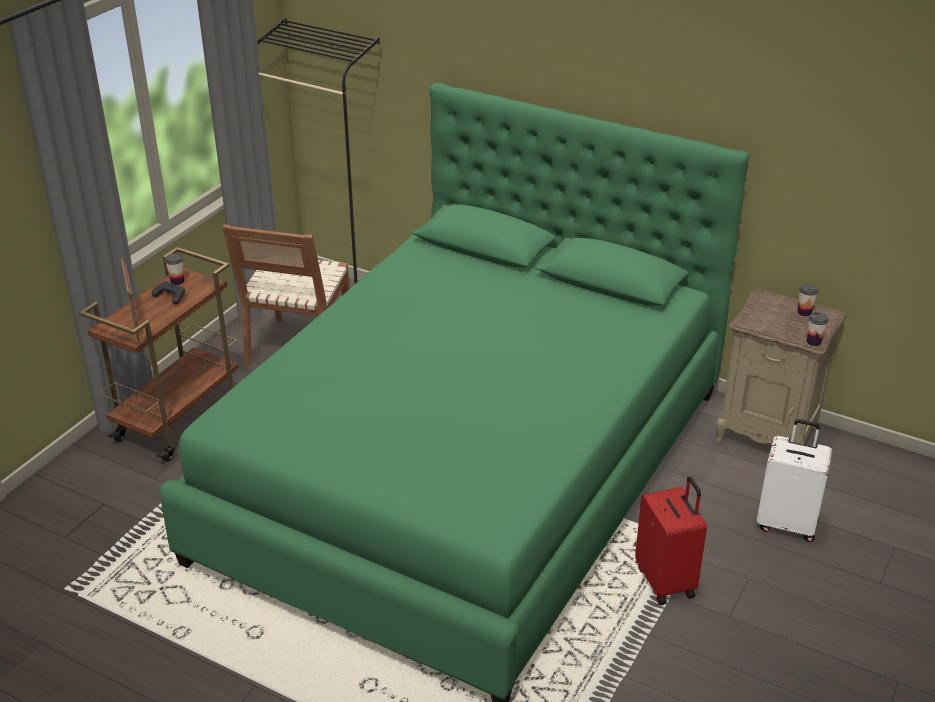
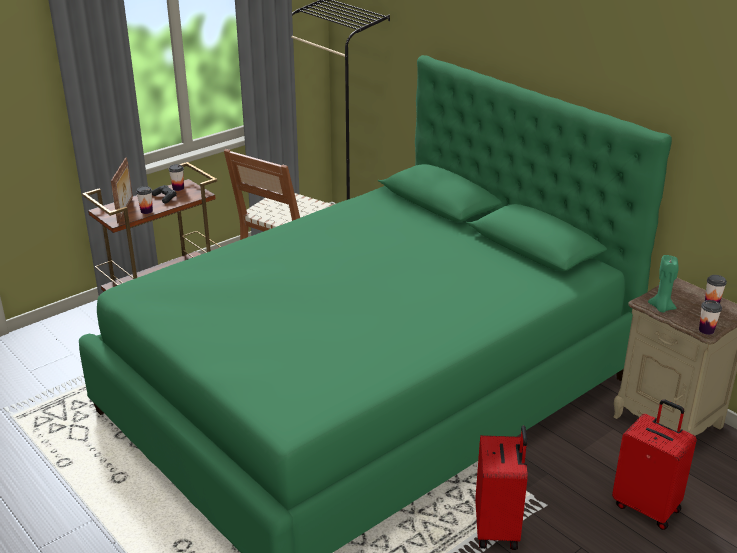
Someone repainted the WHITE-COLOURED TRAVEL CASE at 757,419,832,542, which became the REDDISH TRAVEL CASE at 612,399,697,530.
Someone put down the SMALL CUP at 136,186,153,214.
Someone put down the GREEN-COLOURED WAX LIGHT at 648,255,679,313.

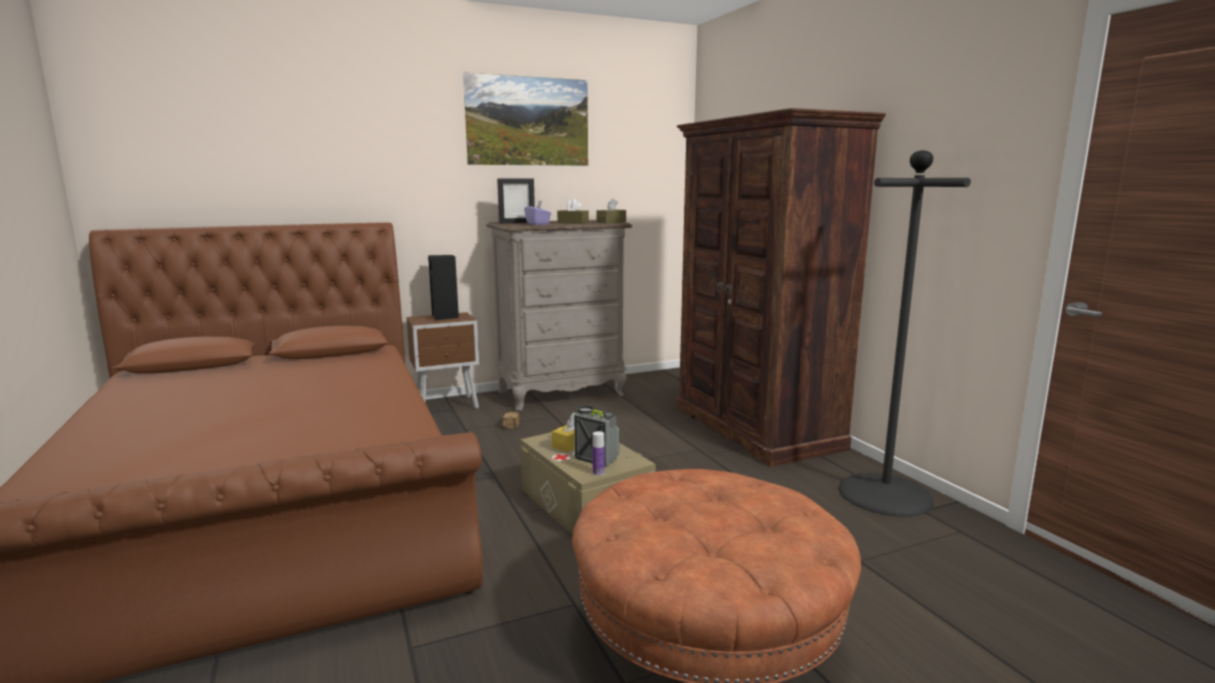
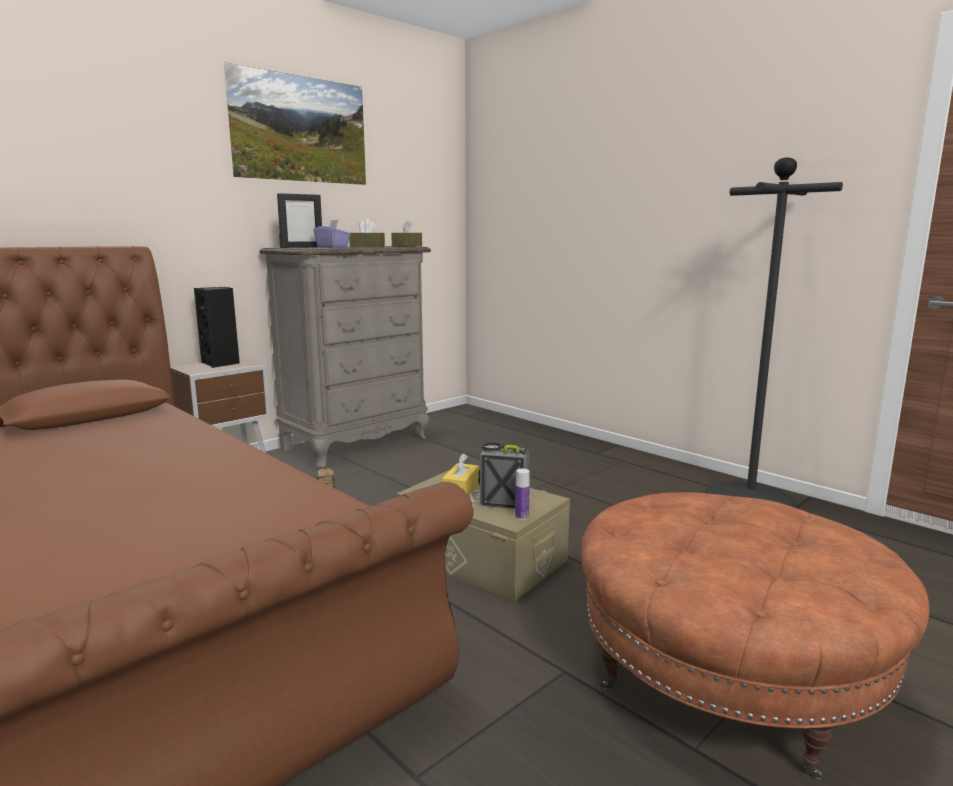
Someone took away the BROWN-COLOURED ARMOIRE at 676,108,886,467.

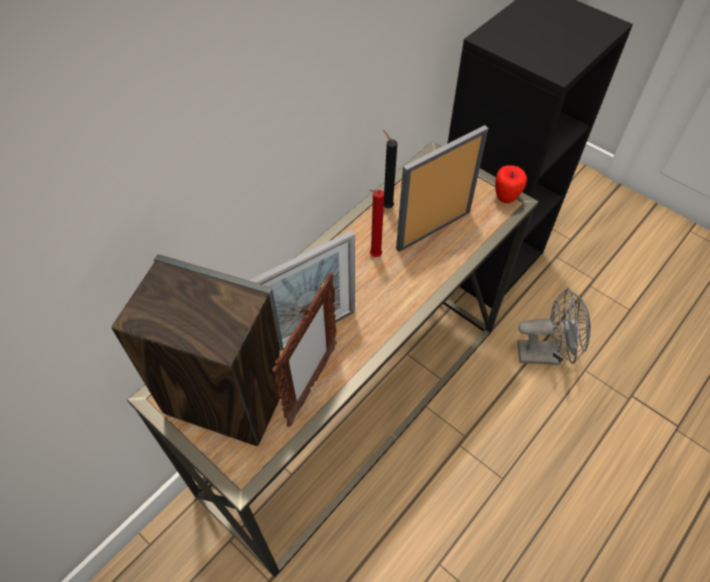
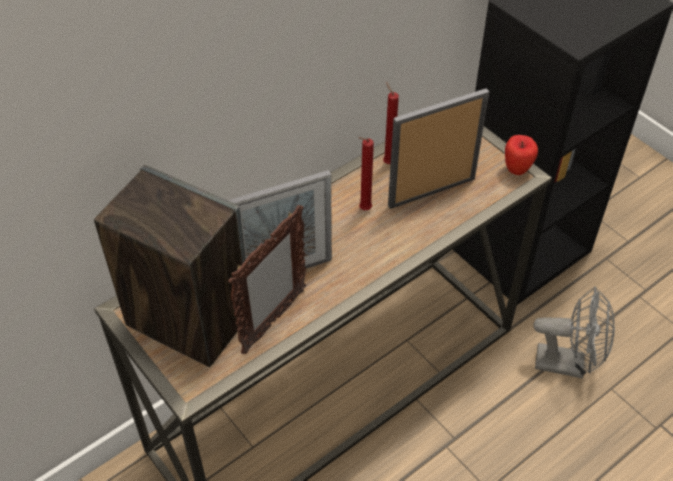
Someone repainted the BLACKISH WAX LIGHT at 383,130,397,208, which became the REDDISH WAX LIGHT at 383,82,399,164.

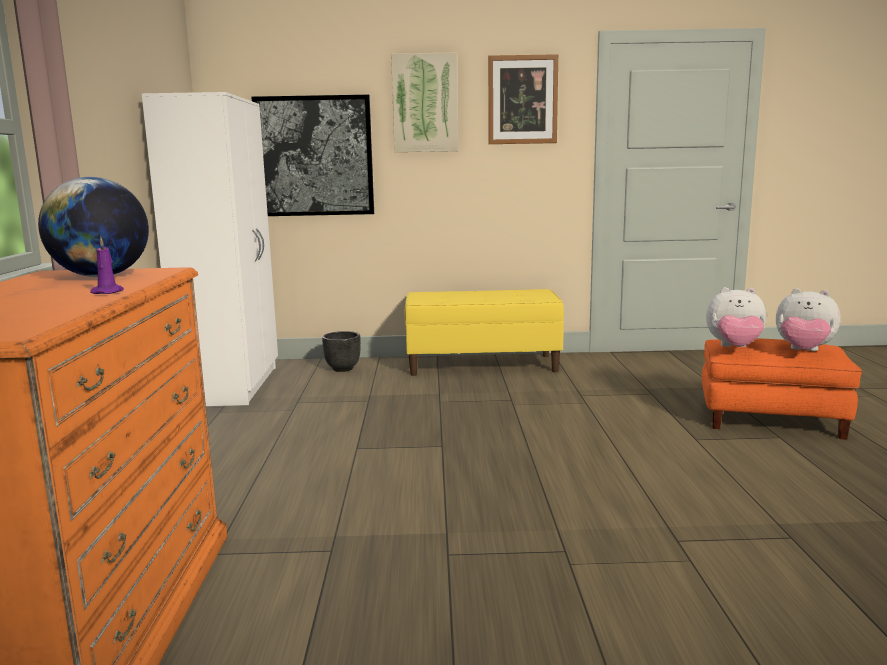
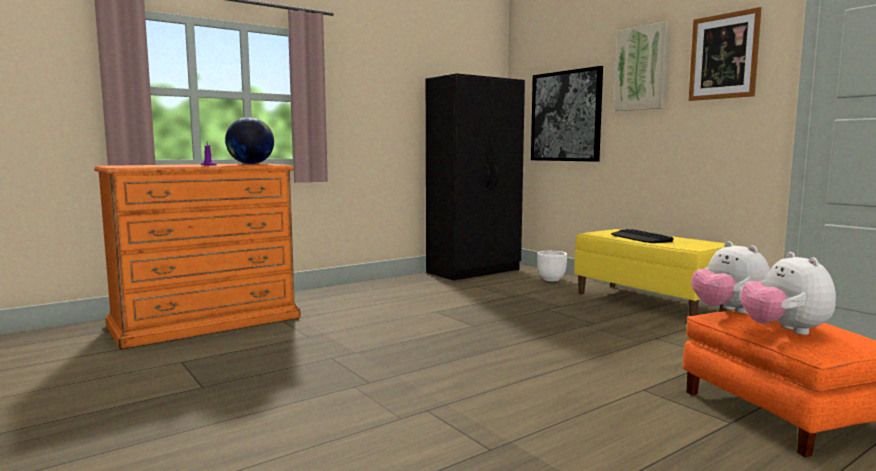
Someone repainted the WHITE-COLOURED ARMOIRE at 142,92,278,406, which became the BLACKISH ARMOIRE at 426,73,525,281.
Someone repainted the BLACKISH PLANTER at 322,331,361,372, which became the WHITE-COLOURED PLANTER at 537,251,567,281.
Someone put down the COMPUTER KEYBOARD at 611,229,674,243.

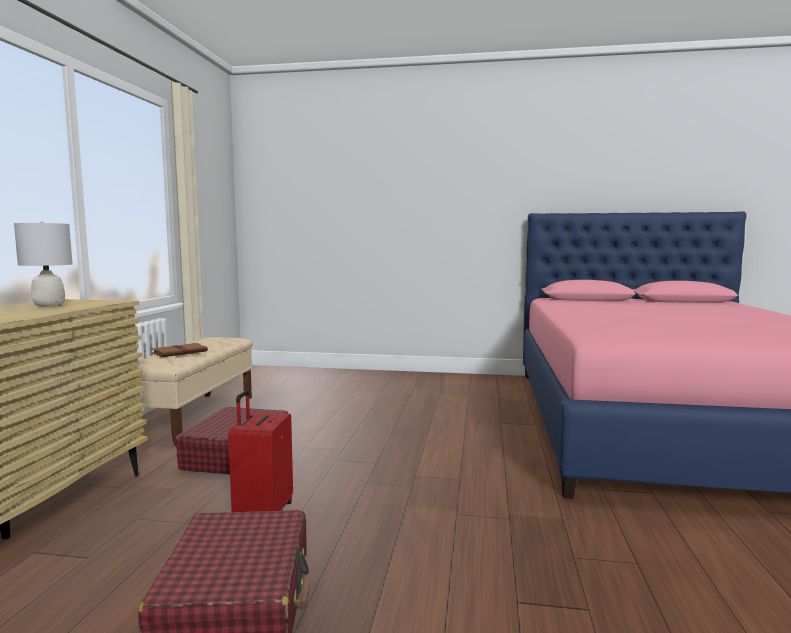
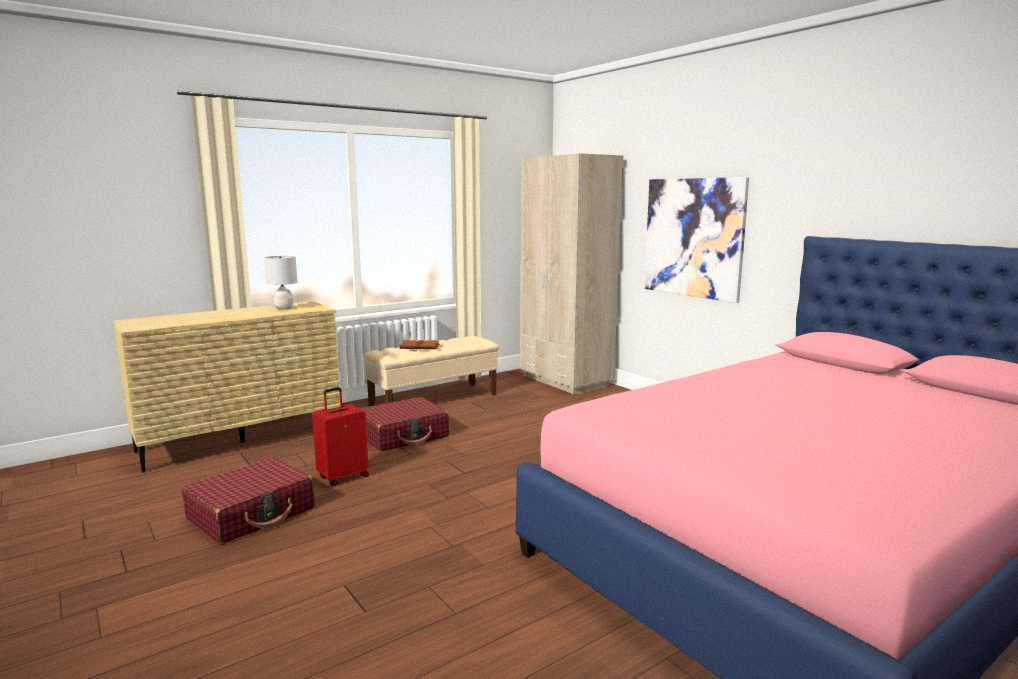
Someone put down the SAND-COLOURED ARMOIRE at 521,153,623,395.
Someone put up the PICTURE at 644,177,749,303.

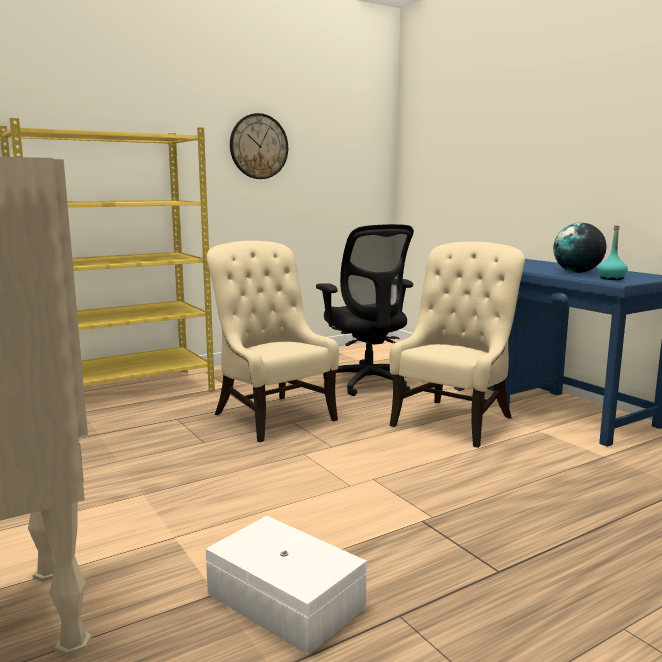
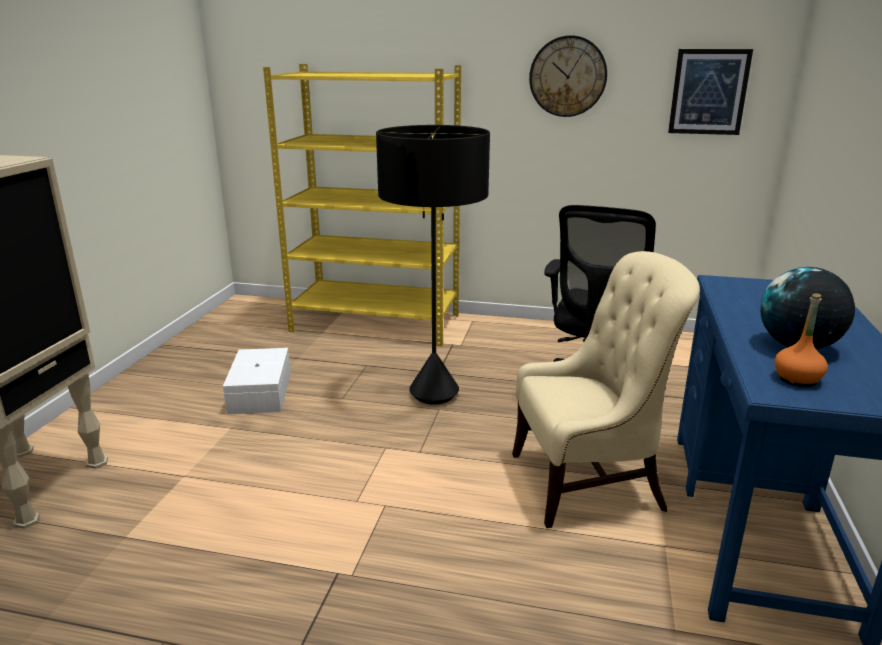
Someone repainted the TURQUOISE BOTTLE at 598,225,628,280, which became the ORANGEY BOTTLE at 775,293,828,387.
Someone swapped the SAND-COLOURED PLAIN CHAIR at 206,241,339,442 for the BLACKISH STANDARD LAMP at 376,125,490,405.
Someone carried the WHITE-COLOURED STORAGE BOX from 206,516,367,655 to 223,348,291,415.
Someone put up the PICTURE at 668,49,753,135.

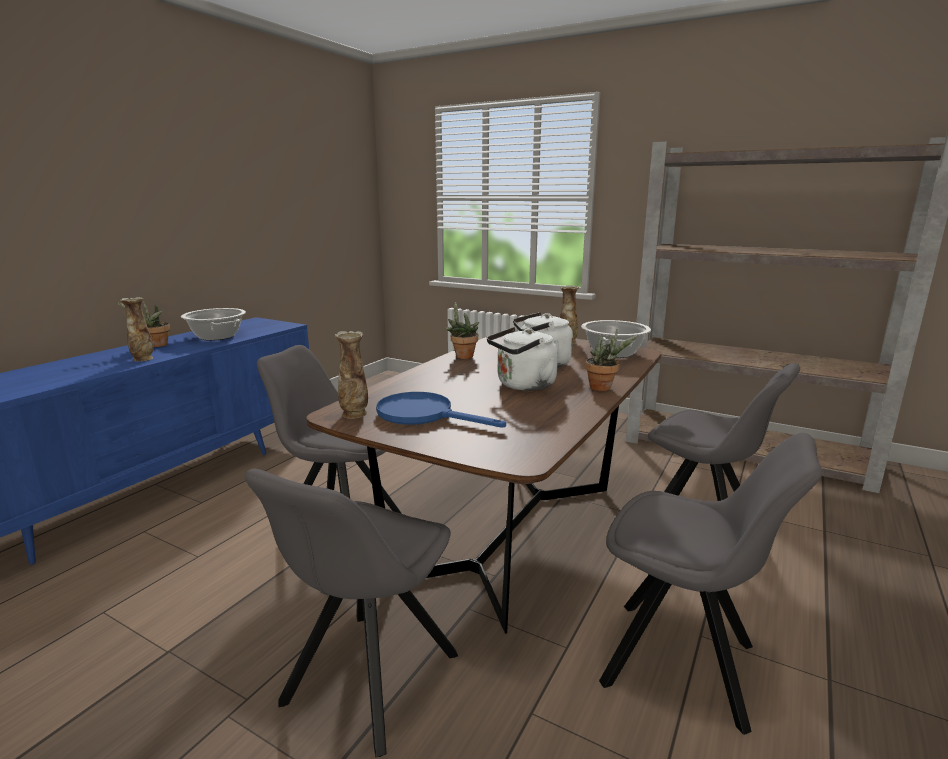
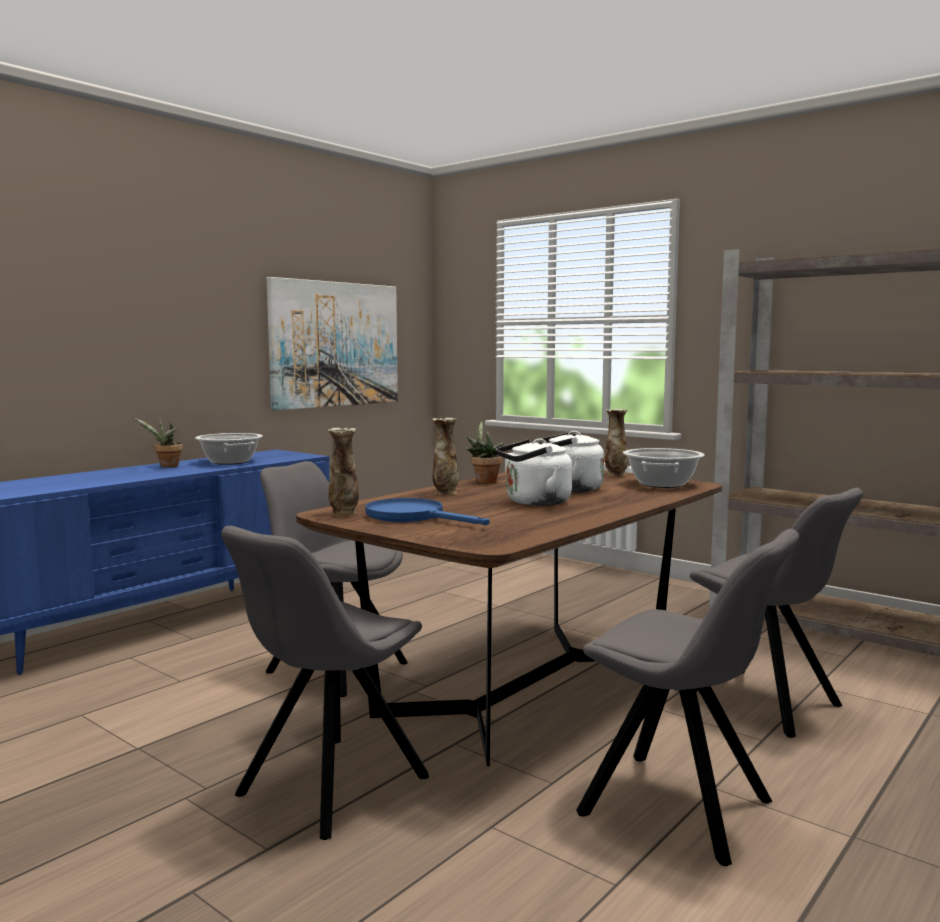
Someone carried the FLOWER VASE from 120,297,153,361 to 432,418,459,495.
Someone took away the HOUSEPLANT at 585,329,638,391.
Someone put up the PICTURE at 267,277,398,411.

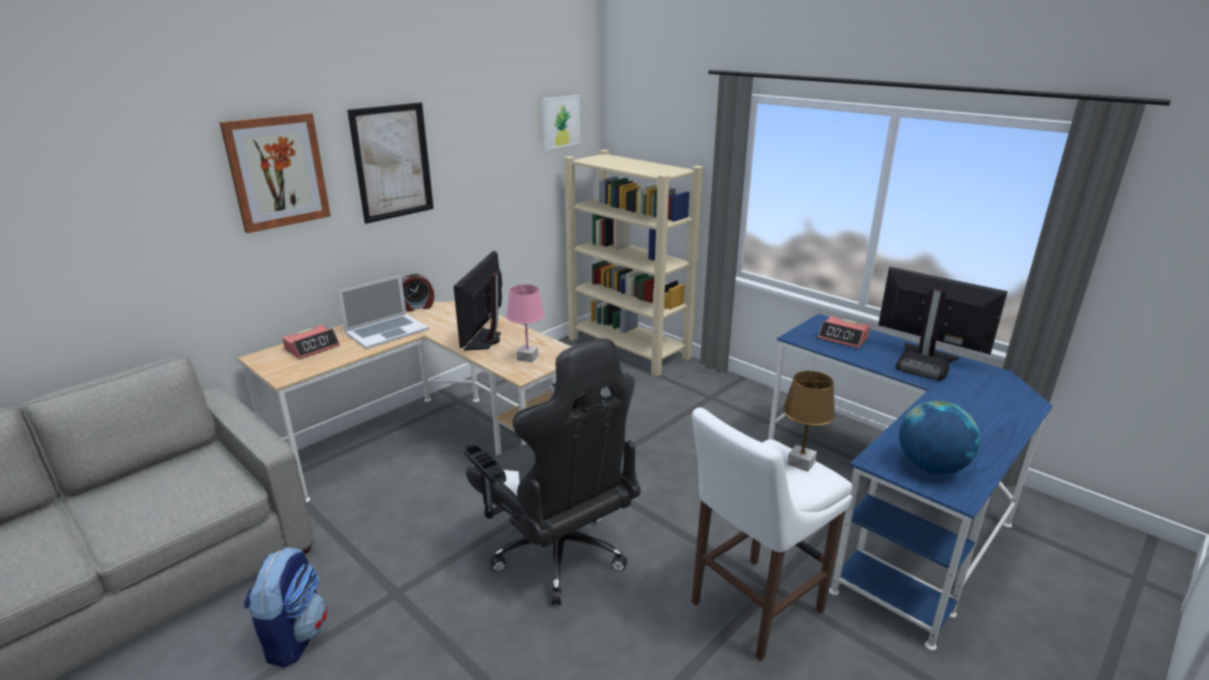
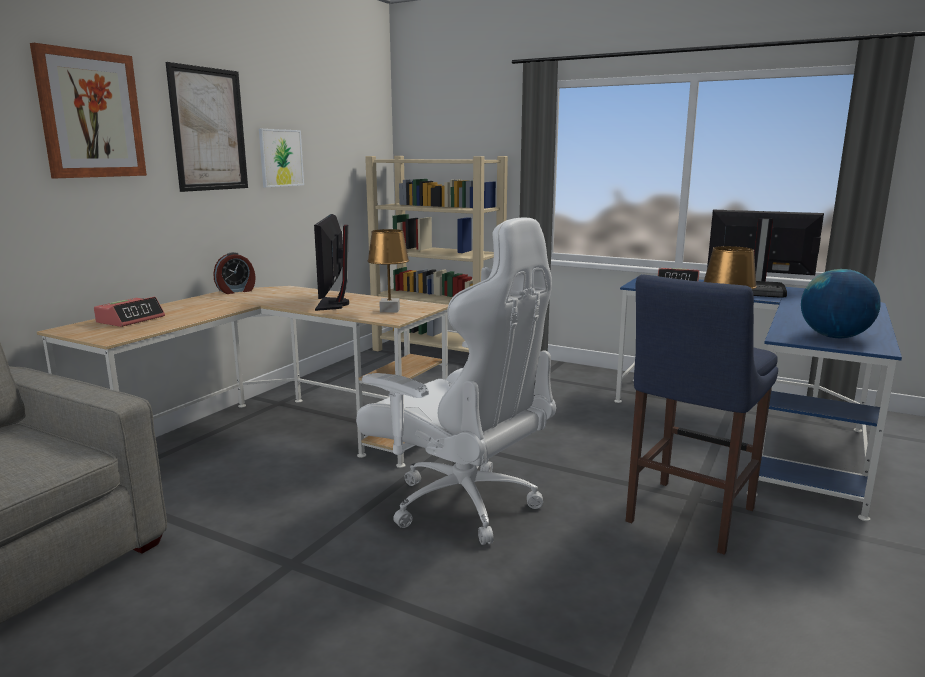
Someone carried the PICTURE from 542,95,580,150 to 259,129,304,187.
Someone took away the LAPTOP at 338,275,429,349.
Someone repainted the PINKISH TABLE LAMP at 506,284,545,362, which became the BROWN-COLOURED TABLE LAMP at 368,229,409,313.
Someone repainted the BLACKISH COMPUTER CHAIR at 463,338,640,605, which became the WHITE-COLOURED COMPUTER CHAIR at 356,218,556,545.
Someone repainted the WHITE-COLOURED SITTING STOOL at 691,407,852,661, which became the BLUE-COLOURED SITTING STOOL at 626,275,778,555.
Someone took away the RUCKSACK at 244,547,327,668.

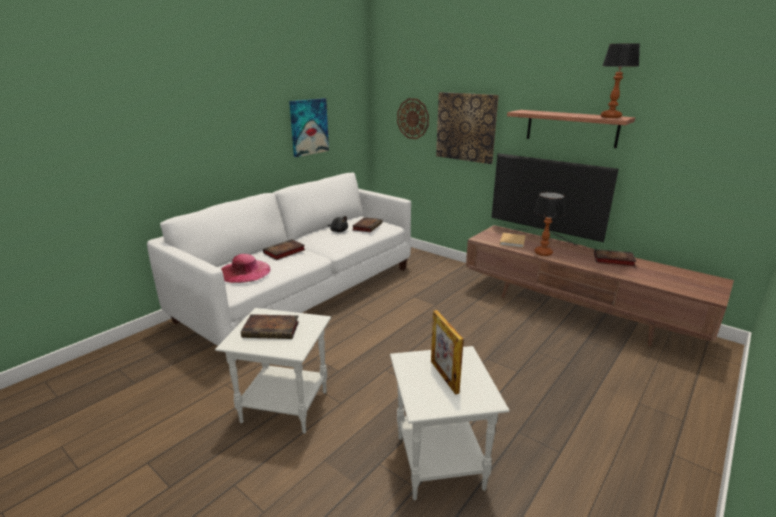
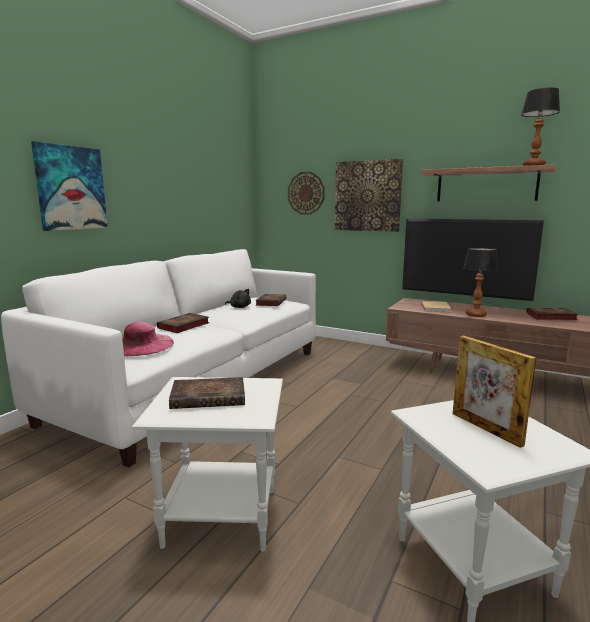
Someone carried the PICTURE from 289,98,329,157 to 31,141,108,231.

